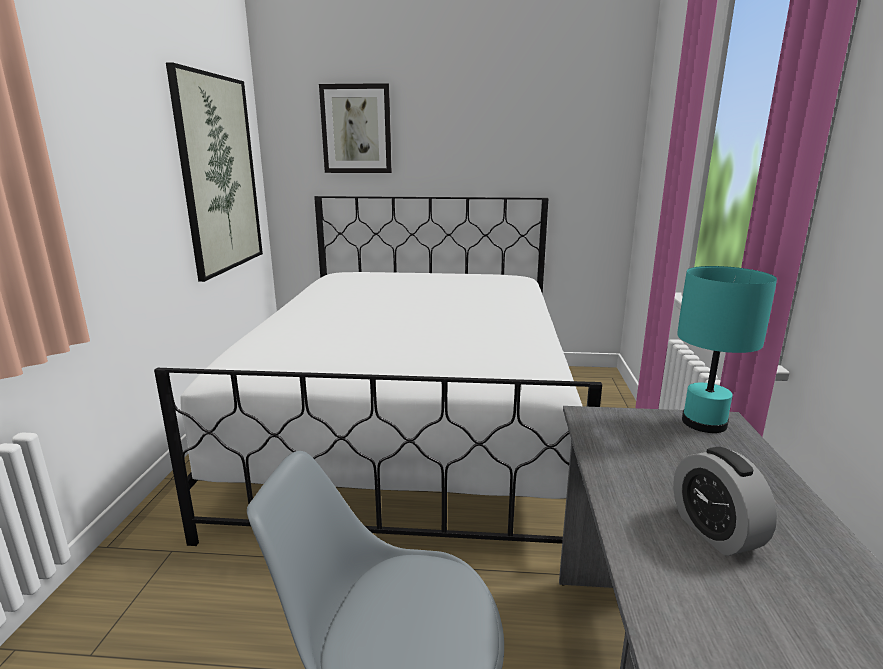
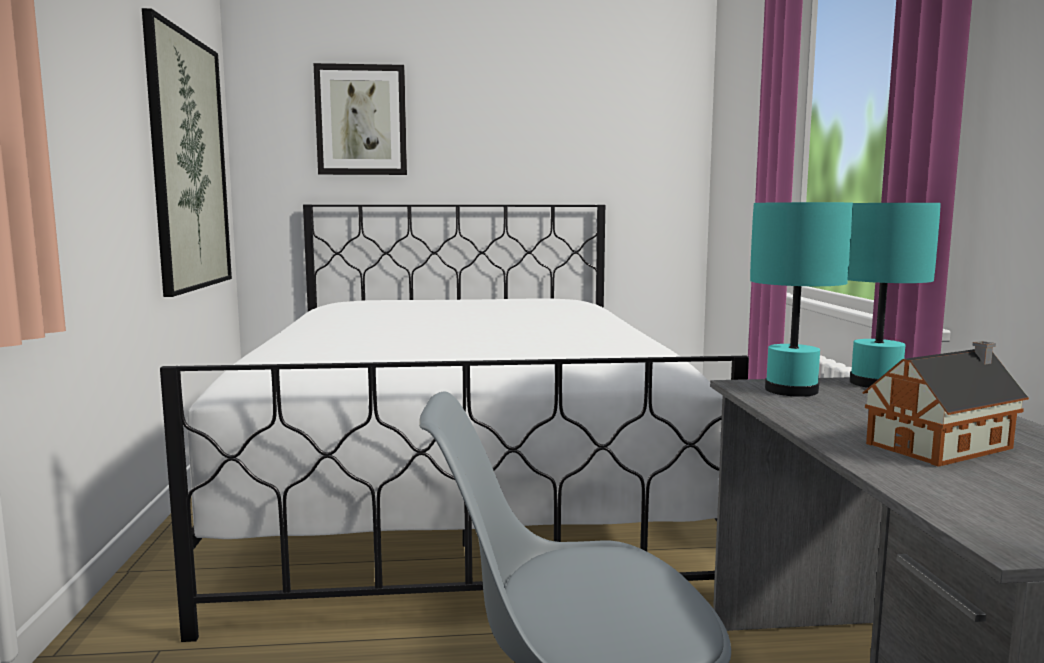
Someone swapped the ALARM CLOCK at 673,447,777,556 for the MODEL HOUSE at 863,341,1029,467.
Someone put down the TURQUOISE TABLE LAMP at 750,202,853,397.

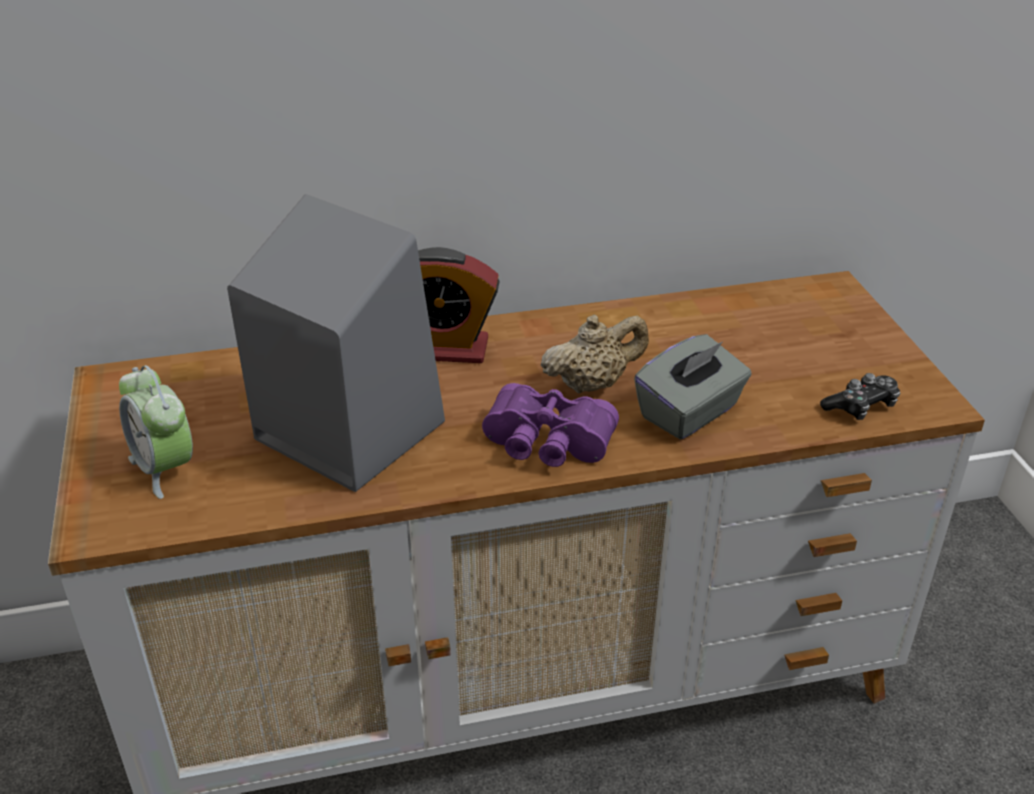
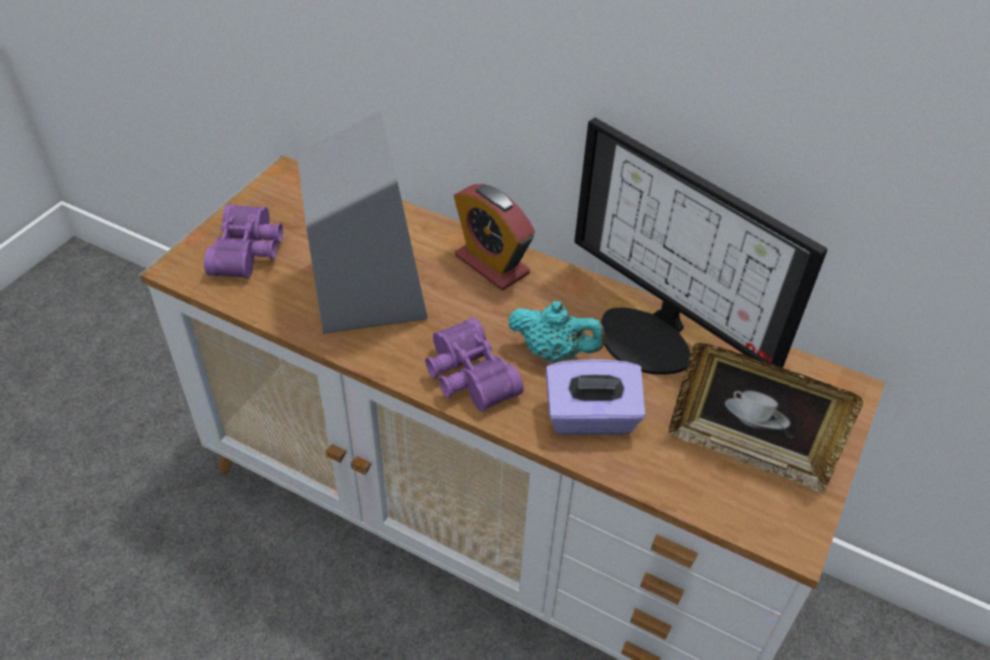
Someone repainted the SAND-COLOURED TEA POT at 541,315,649,394, which became the TURQUOISE TEA POT at 508,301,605,362.
Someone repainted the GREYISH TISSUE BOX at 634,334,752,439, which became the PURPLE-COLOURED TISSUE BOX at 546,359,646,435.
Someone swapped the ALARM CLOCK at 119,365,193,499 for the PURPLE-COLOURED PAIR OF BINOCULARS at 204,204,283,278.
Someone took away the GAMEPAD at 820,373,901,420.
Someone put down the MONITOR at 574,118,827,375.
Someone put down the STANDING FRAME at 669,343,863,494.

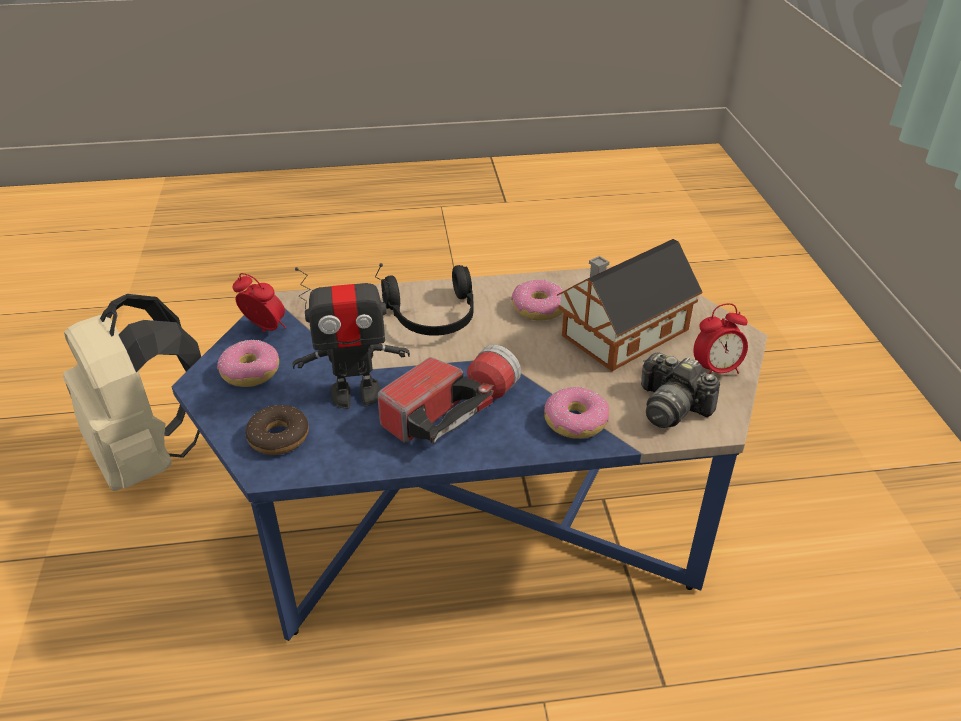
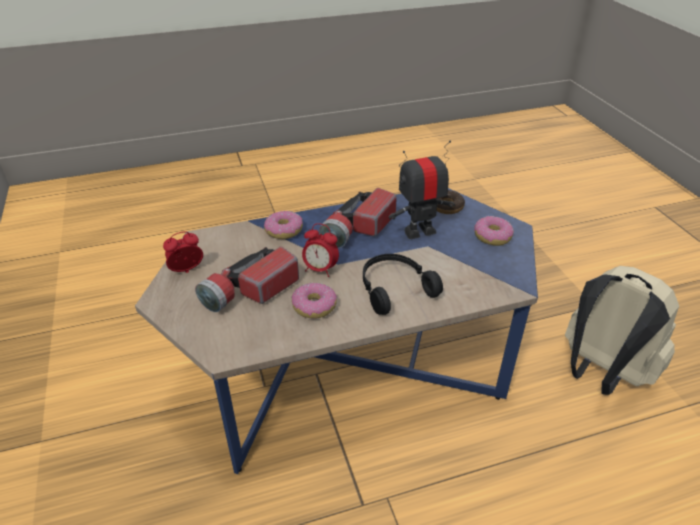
Someone swapped the MODEL HOUSE at 557,239,702,371 for the HAND TORCH at 195,247,299,312.
Someone carried the ALARM CLOCK from 233,273,286,332 to 302,223,339,277.
Someone took away the STILL CAMERA at 641,352,720,428.

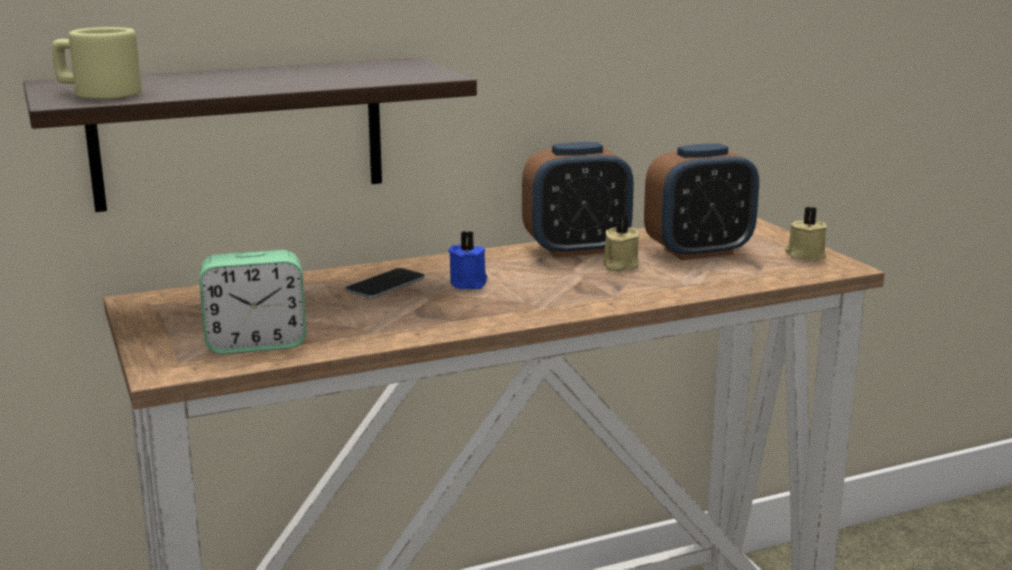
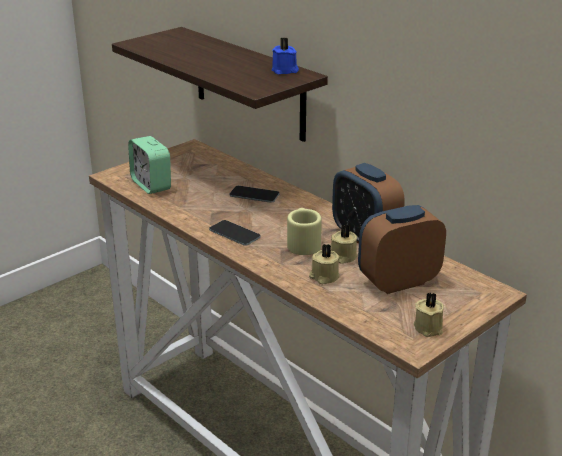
Someone carried the SAND-COLOURED MUG from 52,27,142,99 to 287,208,322,255.
Someone rotated the ALARM CLOCK at 644,143,759,260 by 105 degrees clockwise.
Someone carried the BLUE-COLOURED WAX LIGHT from 448,231,487,289 to 272,37,299,74.
Someone put down the PHONE at 209,220,261,246.
Someone put down the SAND-COLOURED WAX LIGHT at 309,244,340,284.

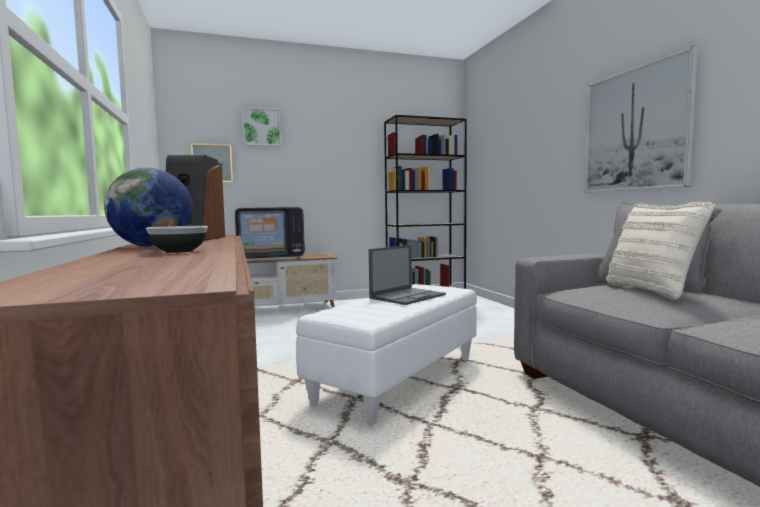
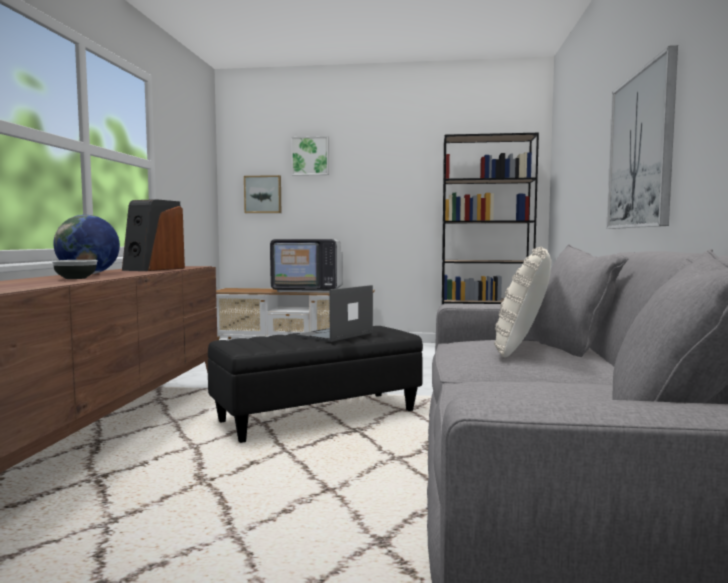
Someone rotated the LAPTOP at 369,245,446,305 by 150 degrees clockwise.
Someone repainted the WHITE-COLOURED POUFFE at 296,284,477,426, which became the BLACKISH POUFFE at 208,326,423,443.

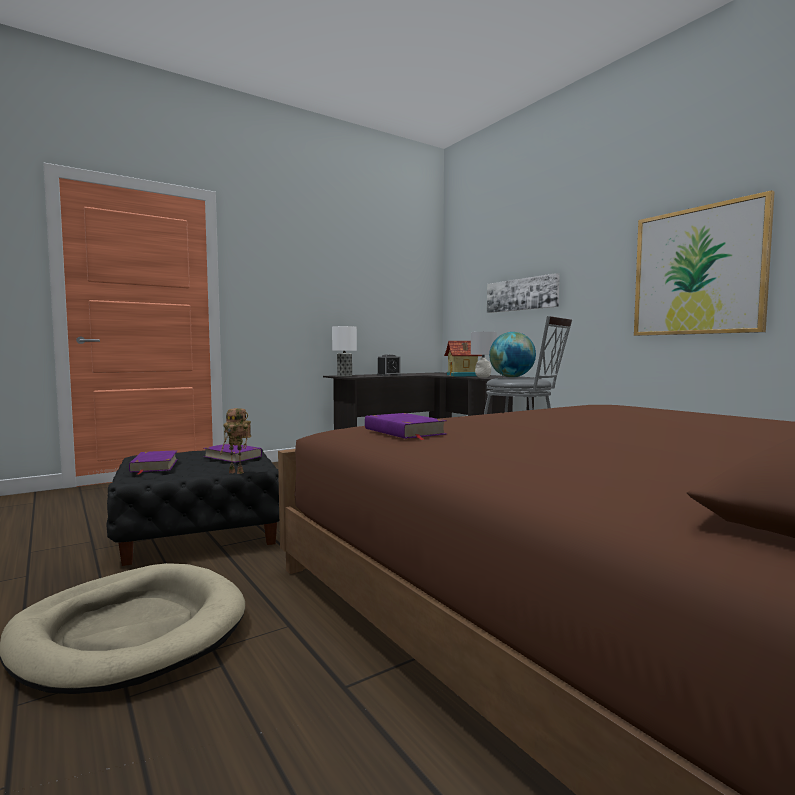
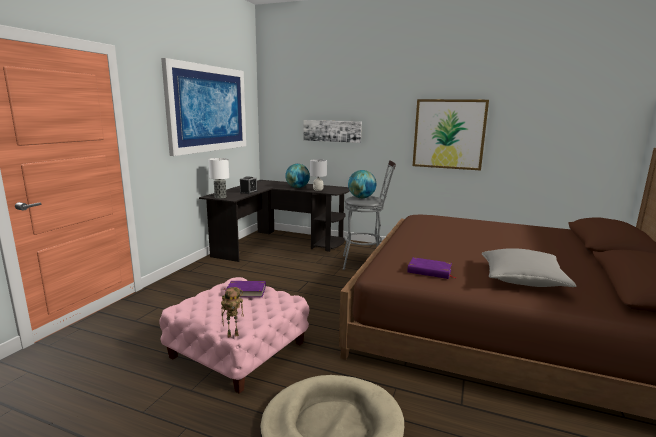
Someone swapped the MODEL HOUSE at 444,341,482,377 for the DESK GLOBE at 285,164,310,188.
Someone carried the MODEL ROBOT from 220,408,251,474 to 221,287,244,338.
Someone repainted the BLACKISH POUFFE at 107,449,279,566, which became the PINKISH POUFFE at 159,277,309,394.
Someone took away the PURPLE-COLOURED BOOK at 129,450,178,475.
Someone put up the PICTURE at 161,58,246,156.
Someone put down the GREYISH PILLOW at 482,248,576,287.

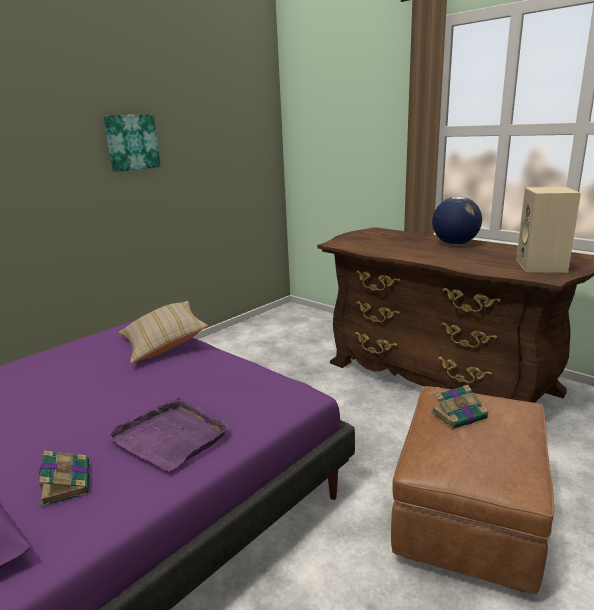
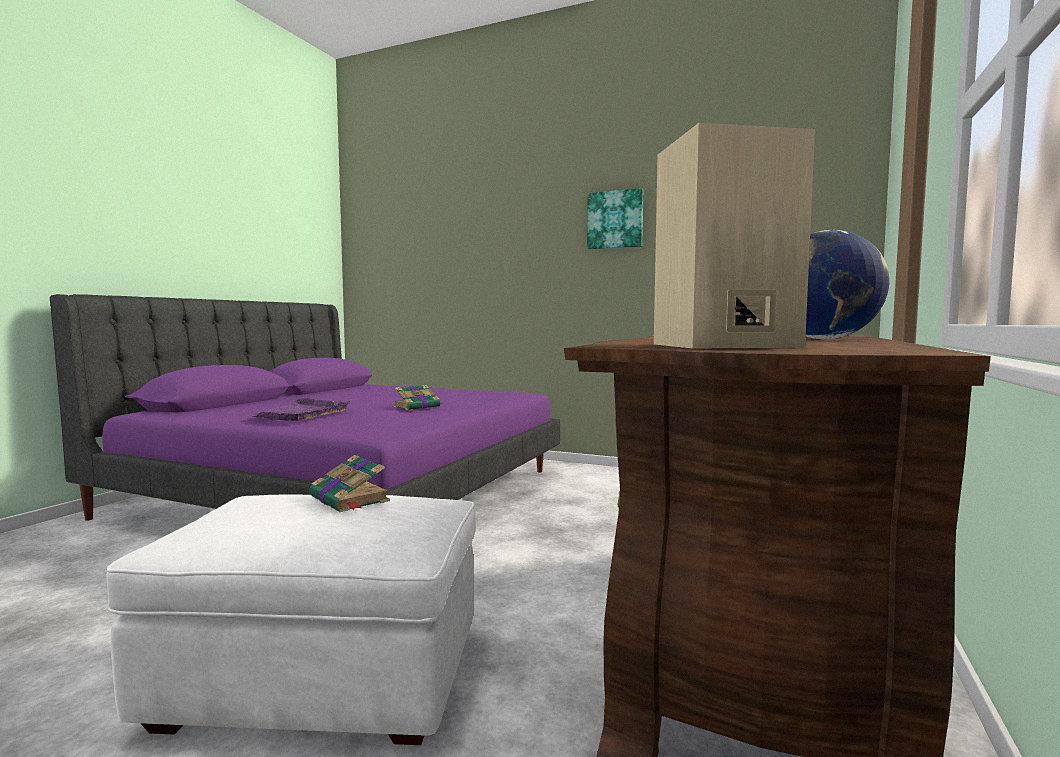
Someone took away the SAND-COLOURED PILLOW at 118,301,208,363.
Someone repainted the BROWN-COLOURED POUFFE at 391,386,554,594, which became the WHITE-COLOURED POUFFE at 106,494,476,745.
Someone carried the BOOK from 39,451,89,507 to 394,385,443,410.

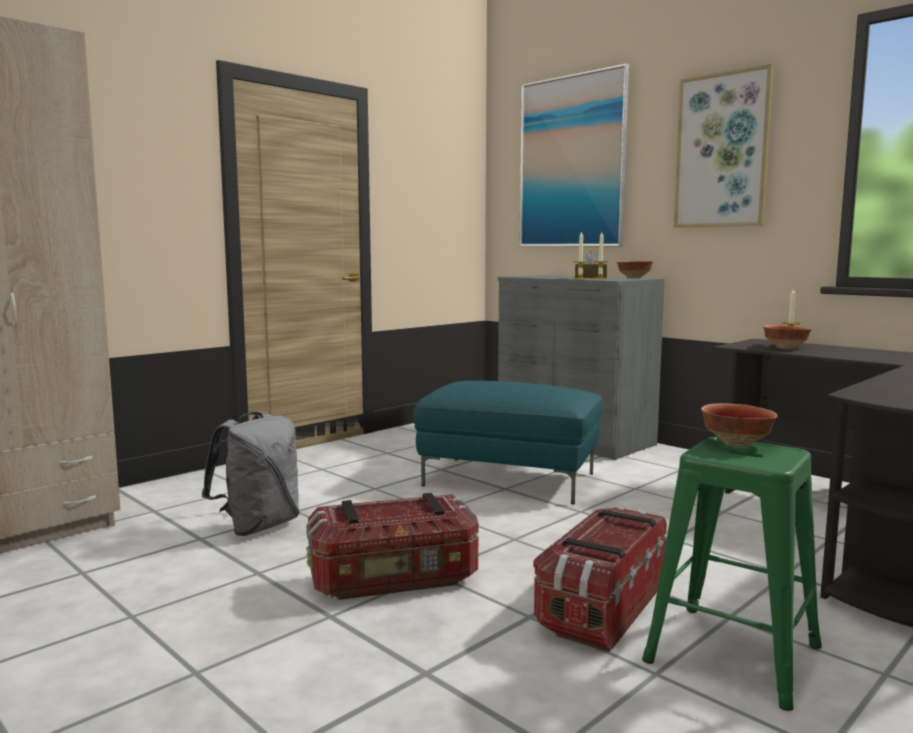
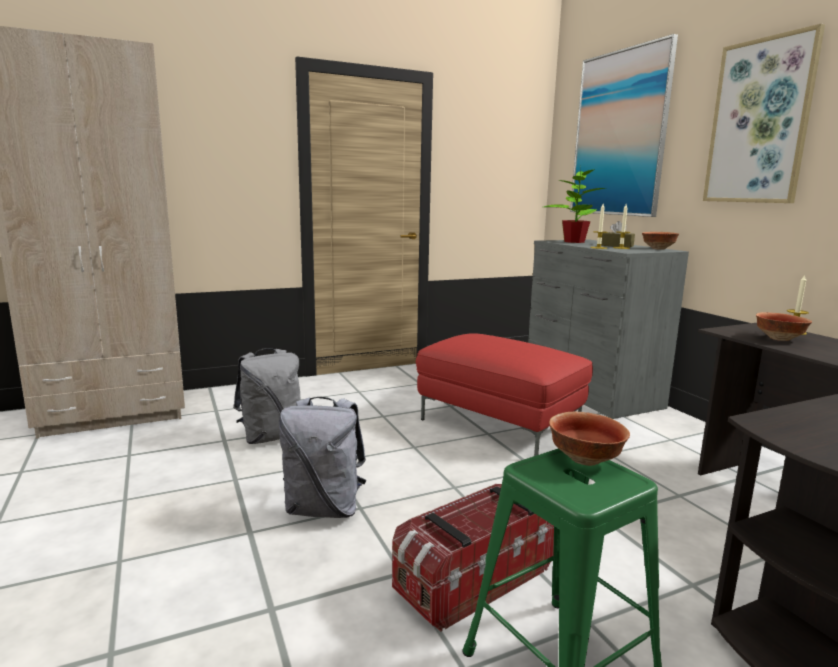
Someone repainted the TURQUOISE POUFFE at 413,381,603,504, which became the REDDISH POUFFE at 416,333,593,456.
Someone swapped the STORAGE BOX at 306,493,478,600 for the GREYISH RUCKSACK at 279,397,366,518.
Someone put down the HOUSEPLANT at 544,170,605,243.

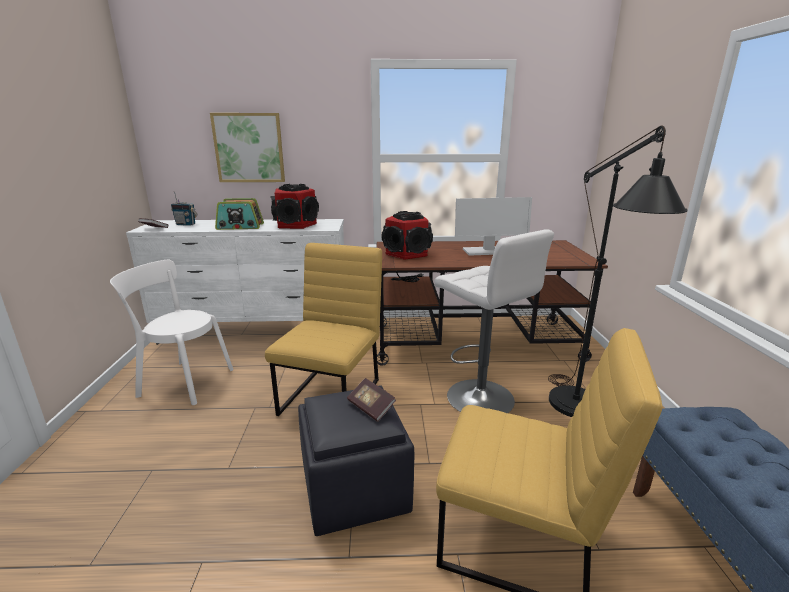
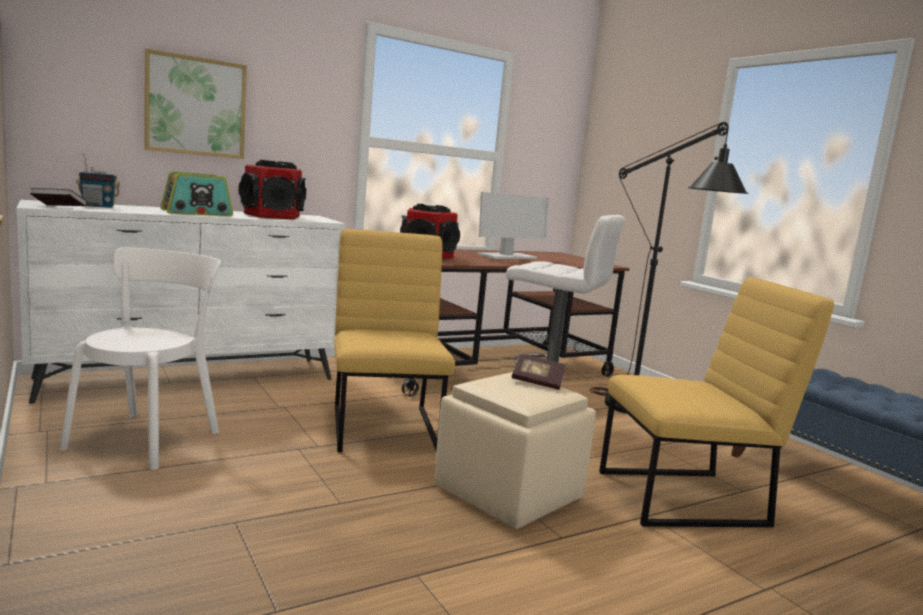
Someone rotated the WHITE-COLOURED PLAIN CHAIR at 110,260,234,405 by 120 degrees clockwise.
Someone repainted the BLACKISH POUFFE at 298,385,414,536, which became the SAND-COLOURED POUFFE at 434,372,596,529.

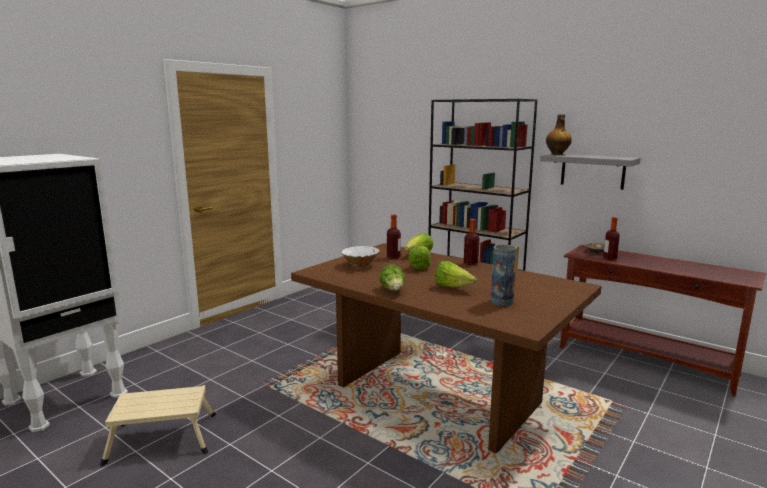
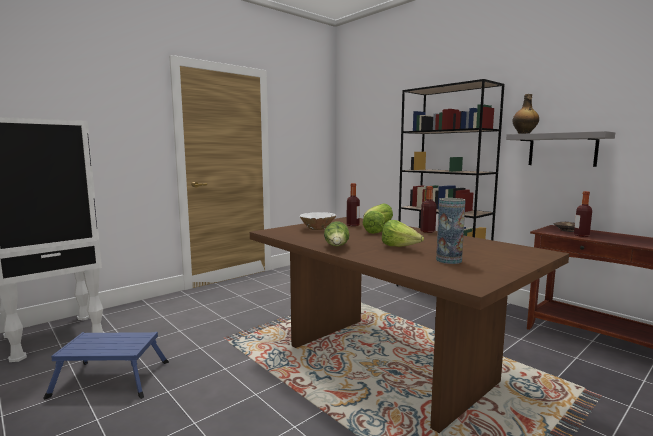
Someone repainted the SAND-COLOURED STEPLADDER at 100,385,216,466, which became the BLUE-COLOURED STEPLADDER at 43,332,169,400.

